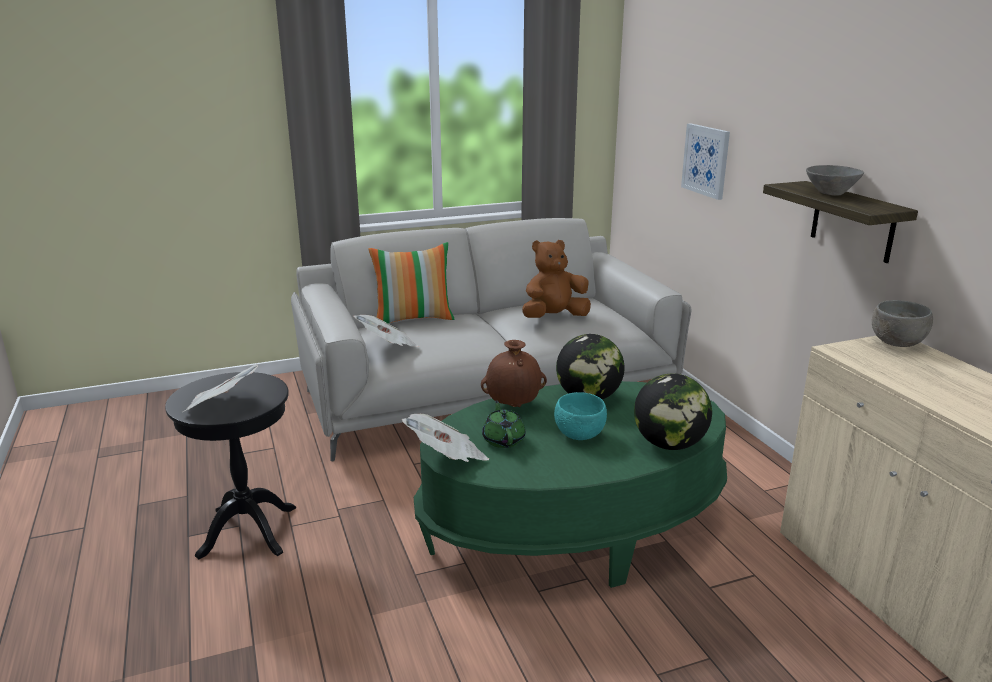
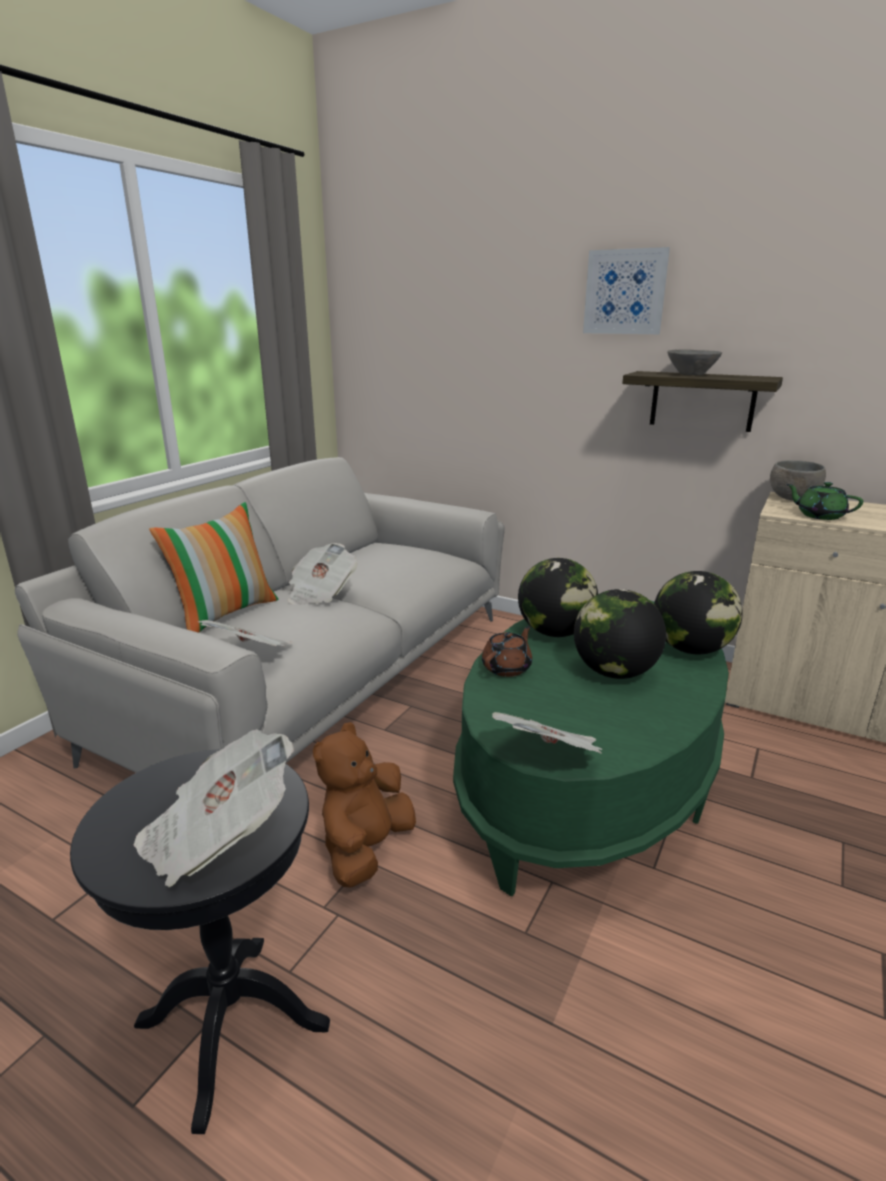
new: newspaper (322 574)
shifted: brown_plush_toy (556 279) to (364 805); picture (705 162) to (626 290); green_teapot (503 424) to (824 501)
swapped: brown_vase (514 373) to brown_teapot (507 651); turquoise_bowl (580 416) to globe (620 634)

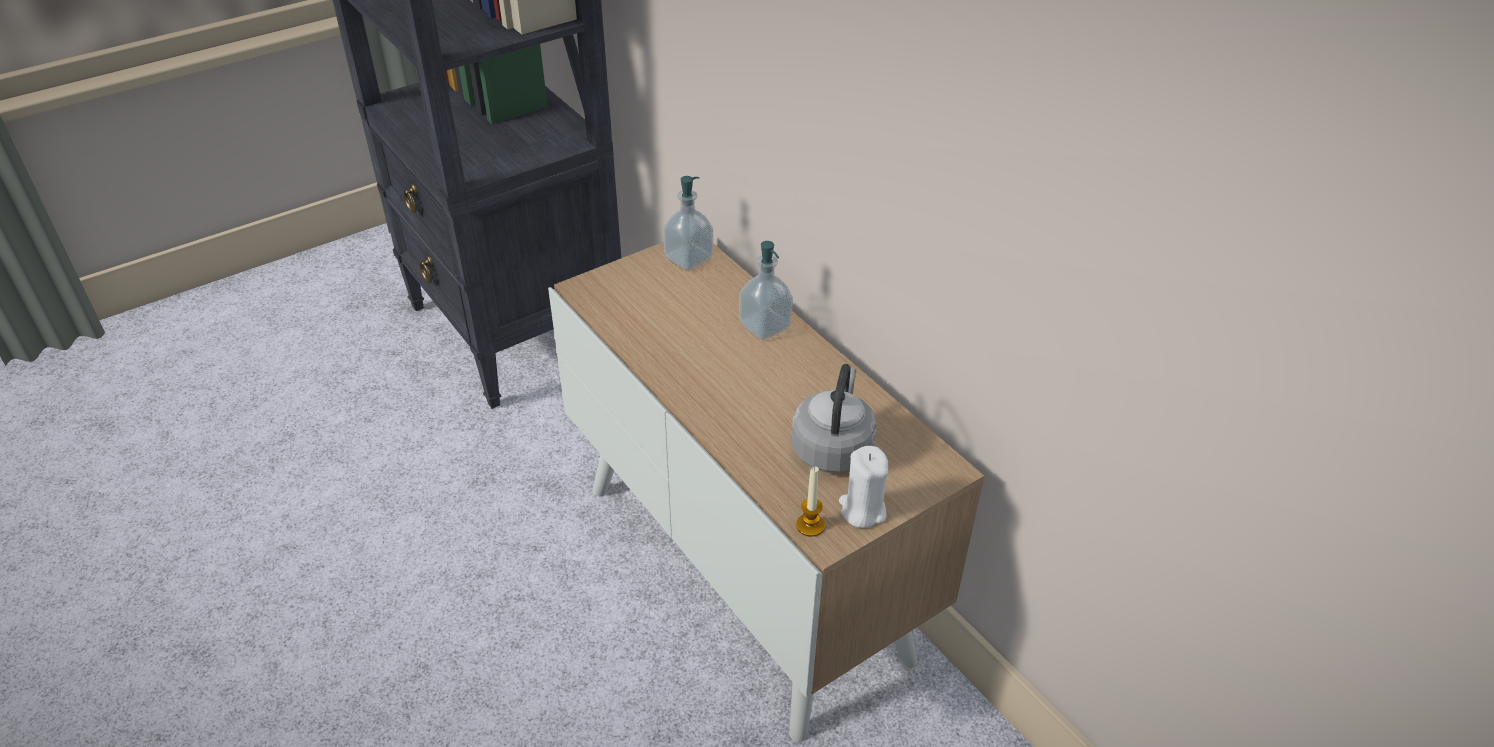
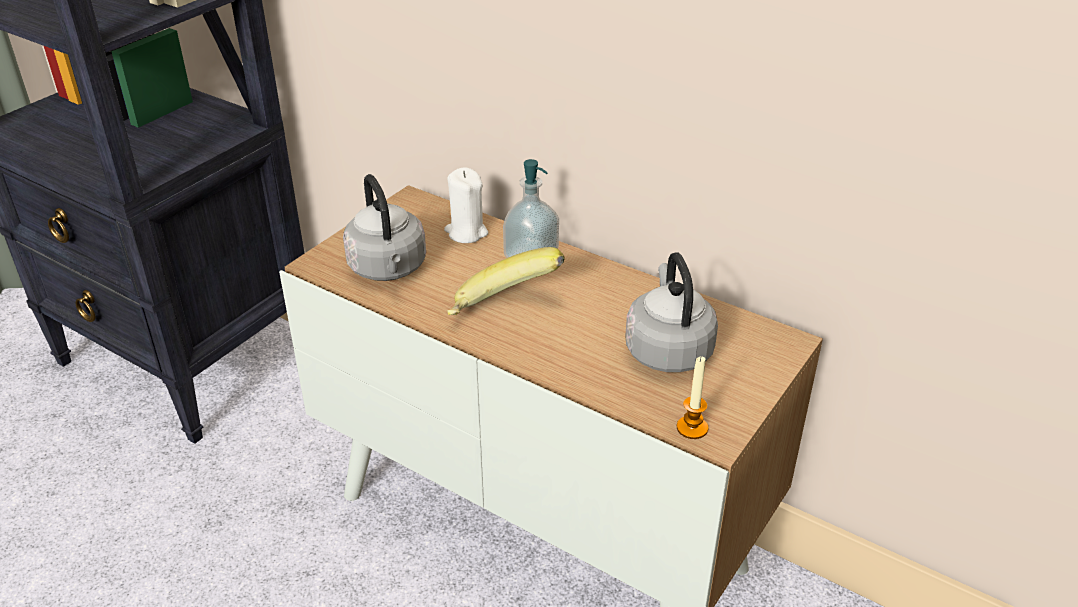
gone: soap_dispenser (688 223)
new: grey_kettle (384 227); banana (506 281)
shifted: white_candle (864 487) to (466 205)

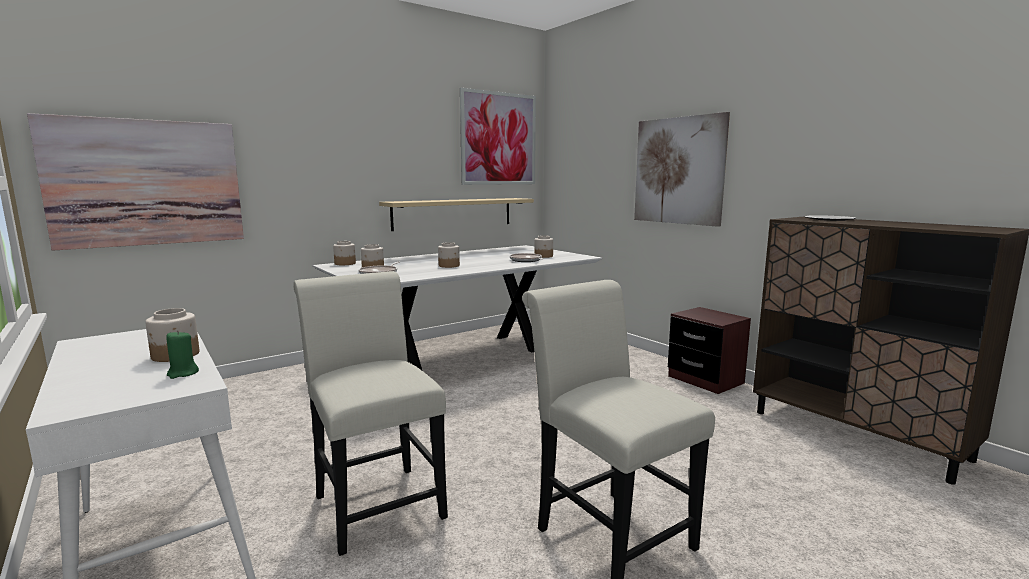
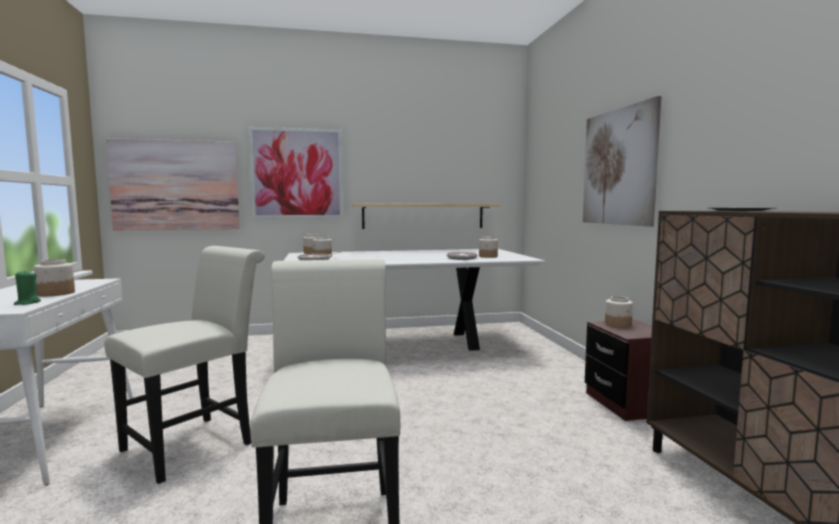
shifted: picture (498 136) to (295 173); jar (449 255) to (619 311)
rotated: white_chair (370 413) = (184 365) 45 degrees clockwise

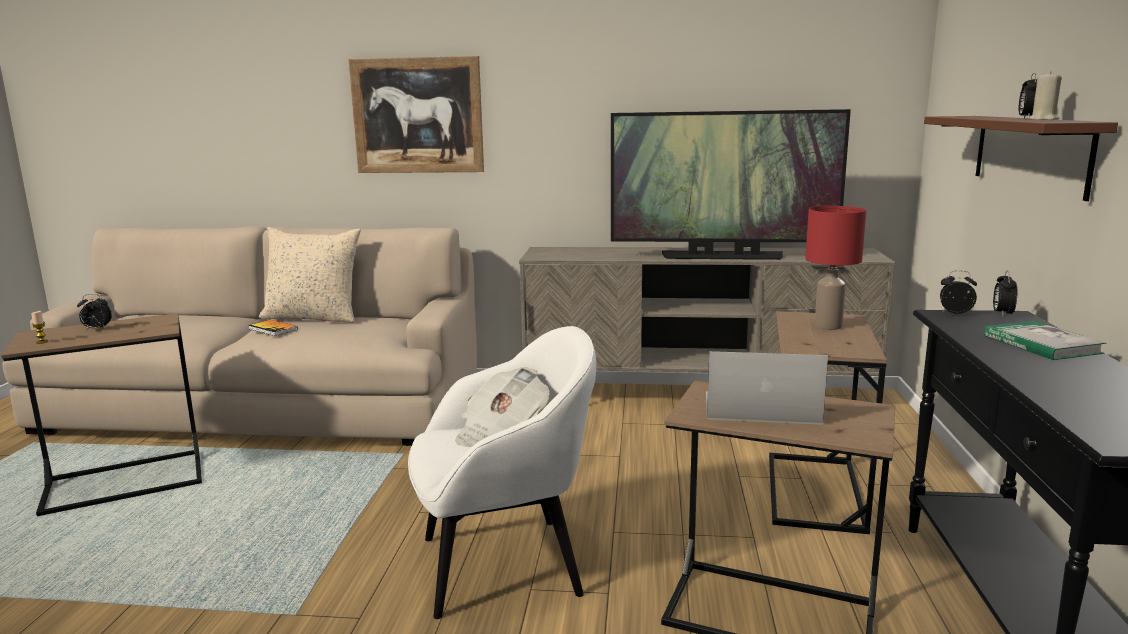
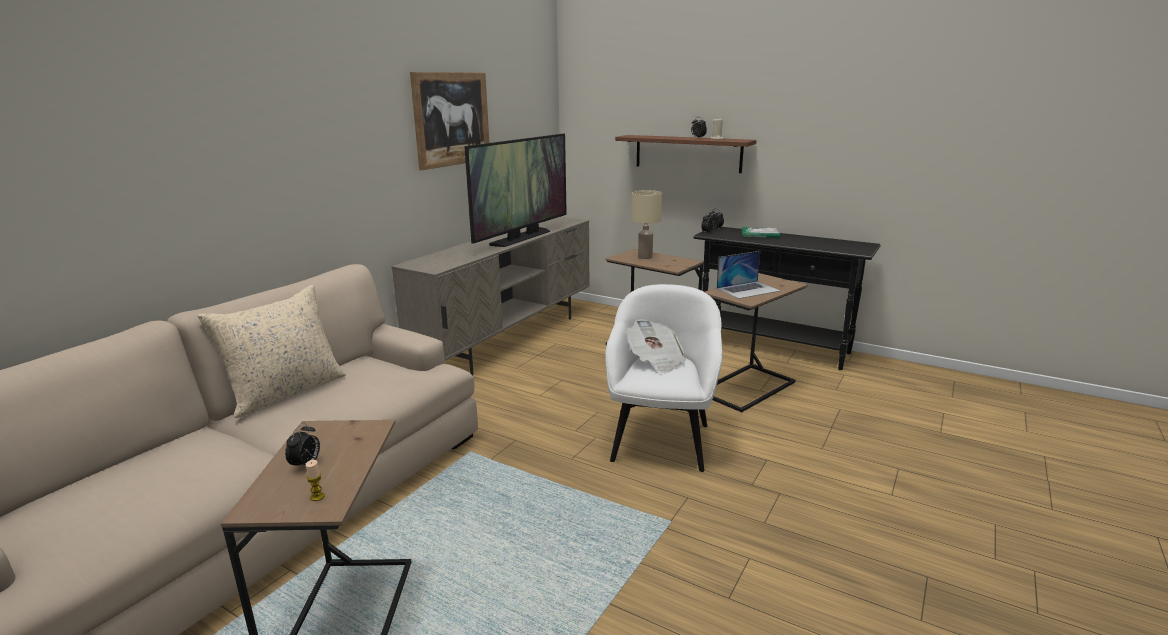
gone: book (273 328)
shifted: picture (416 114) to (449 121)
repainted: red_table_lamp (835 268) to beige_table_lamp (646 224)
rotated: laptop (767 388) = (748 275) 150 degrees counterclockwise

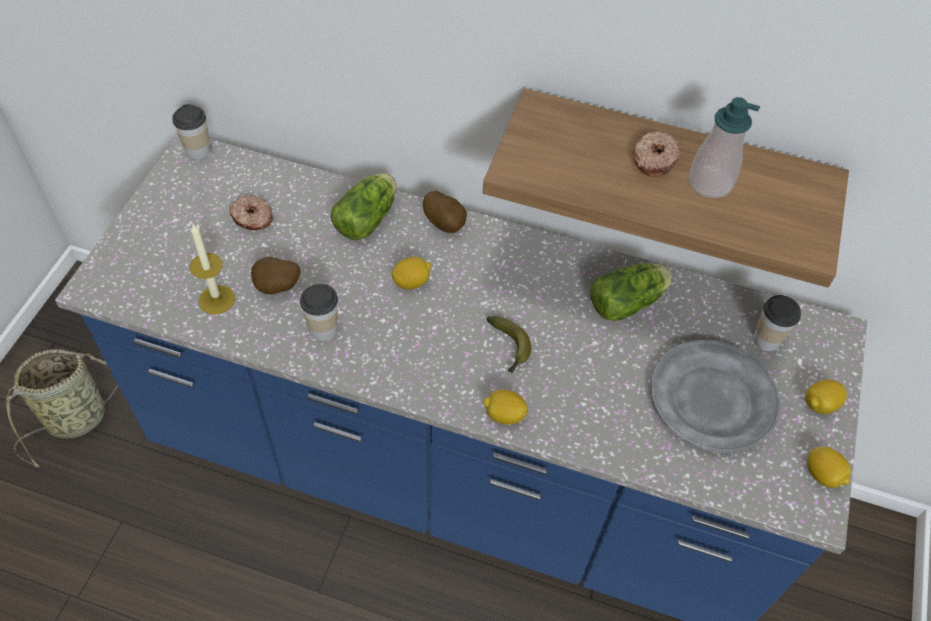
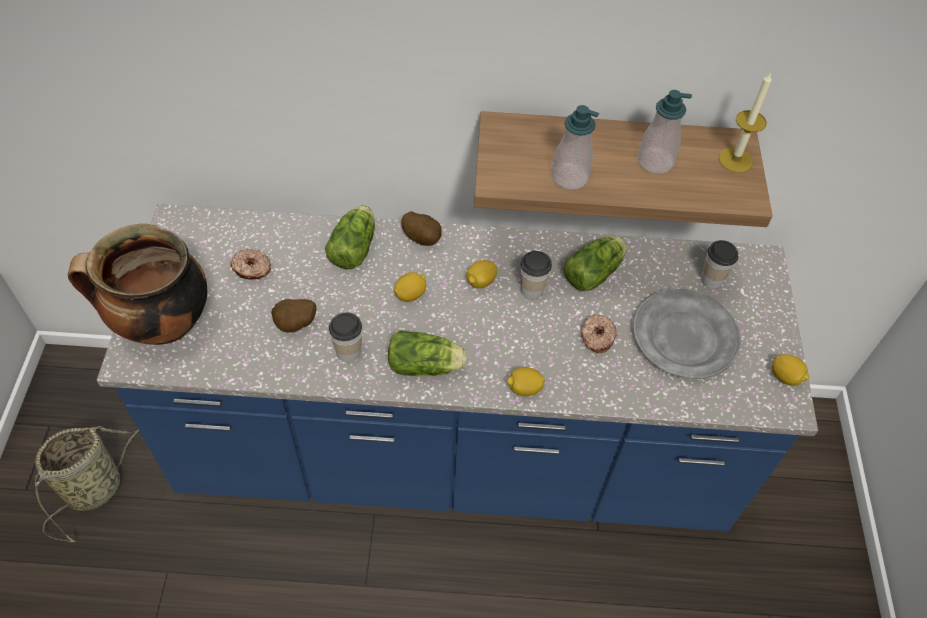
gone: banana (509 345)
new: cooking_pot (137 284); lettuce (427 353); soap_dispenser (575 147)
shifted: lemon (826 397) to (481 274); cup (191 132) to (536 275); donut (657 153) to (599 333); candle (212 269) to (745 122)

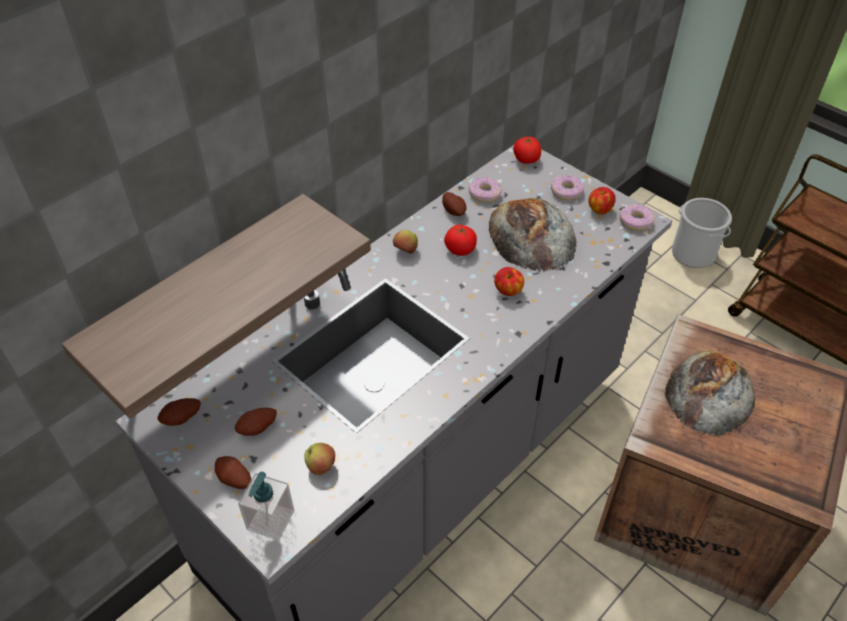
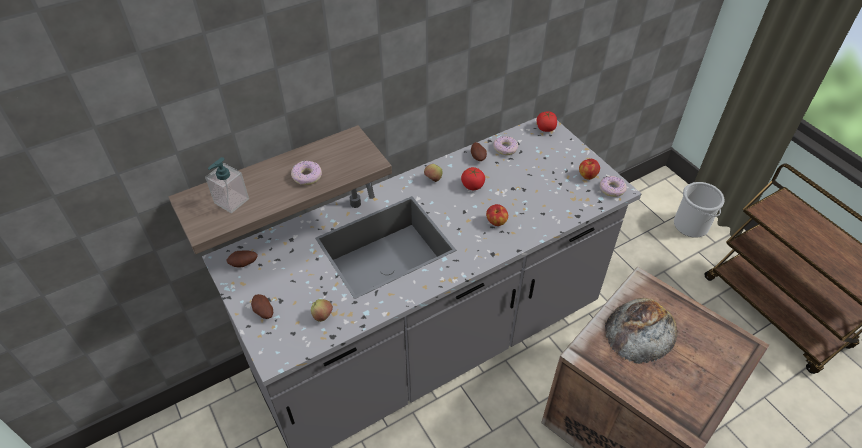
gone: potato (256 422); bread (533 234)
shifted: soap_dispenser (266 506) to (227 185); donut (567 187) to (306 173)

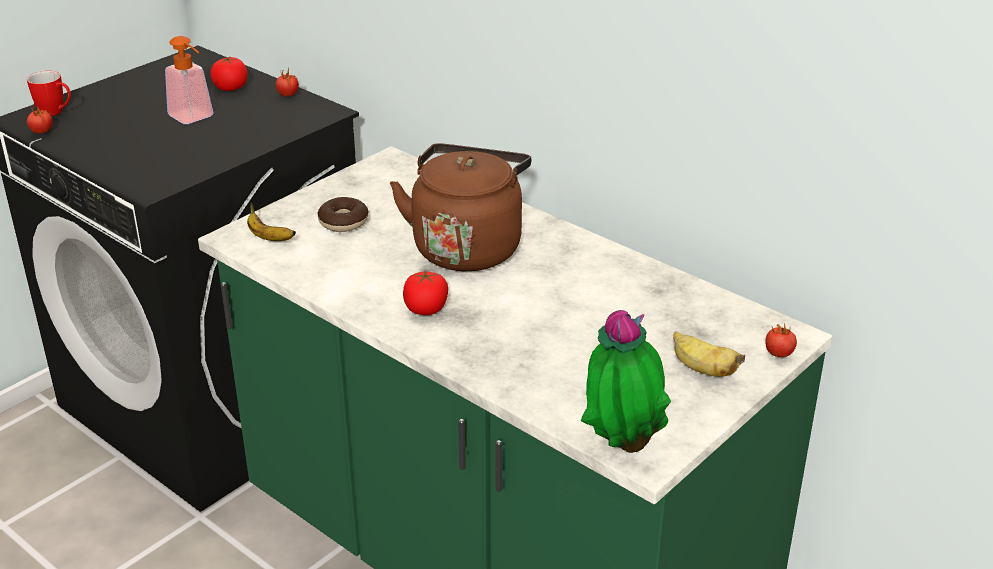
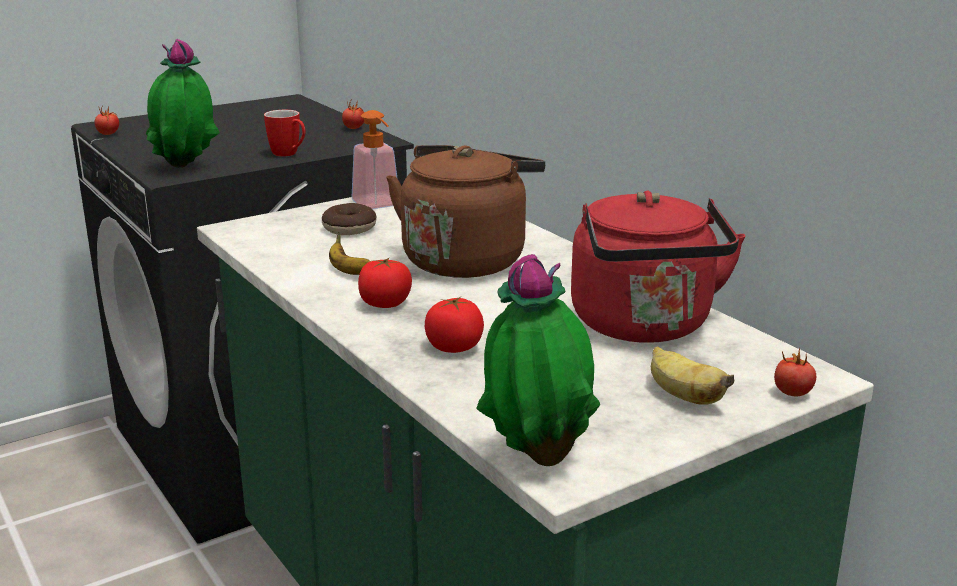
new: potted_plant (183 103); red_kettle (658 266)
shifted: mug (49 93) to (284 133); banana (271 222) to (350 253); soap_dispenser (189 80) to (375 159); tomato (229 73) to (454 325)

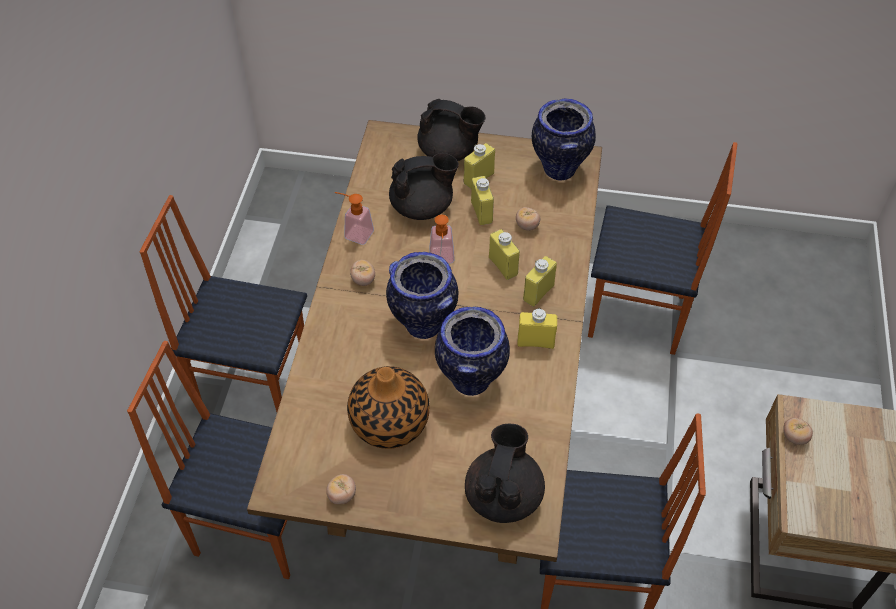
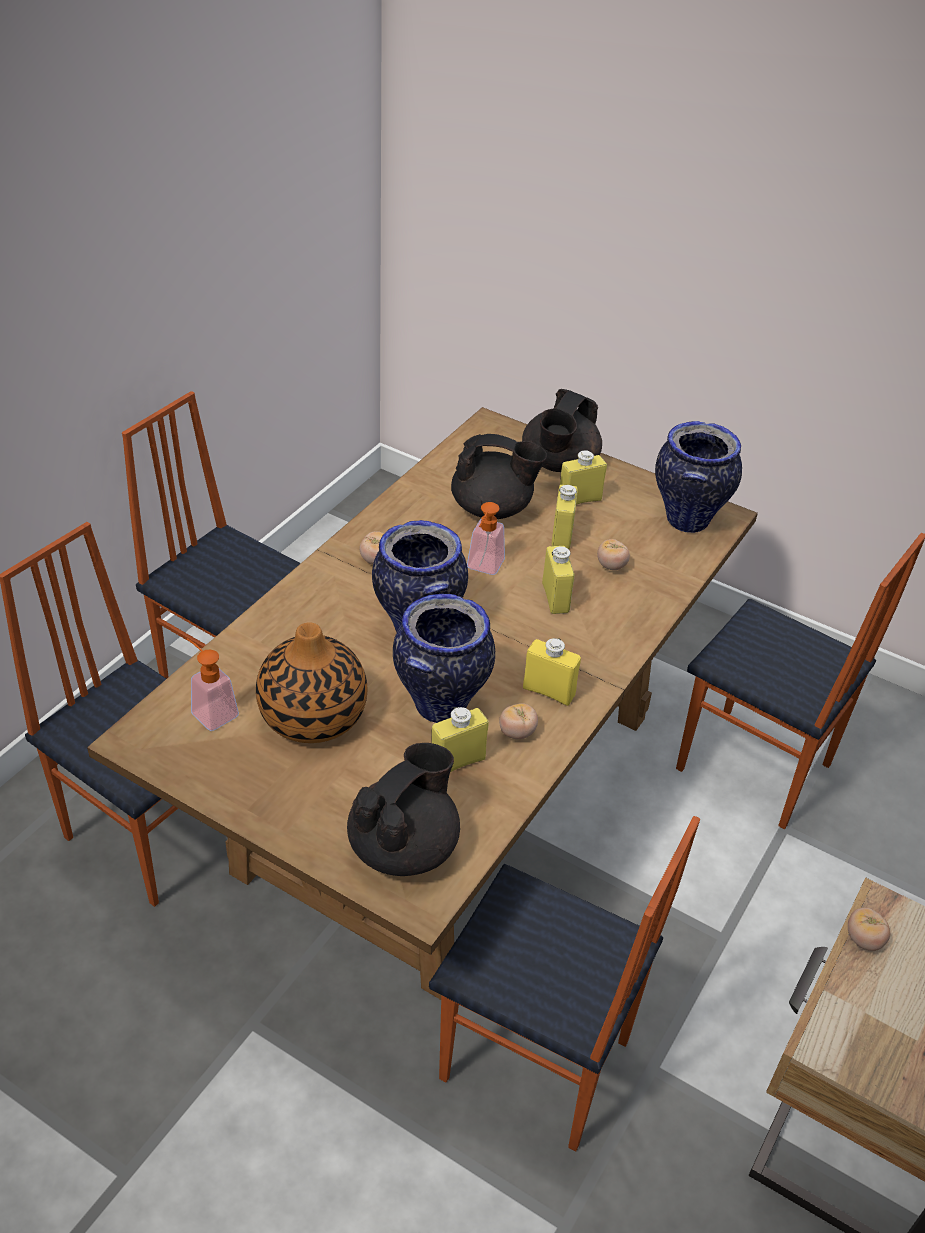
shifted: soap_dispenser (354 218) to (213 684); yellow_bottle (540 281) to (460 739); tomato (341 489) to (518 721)
rotated: black_teapot (451 130) = (562 430) 75 degrees clockwise

